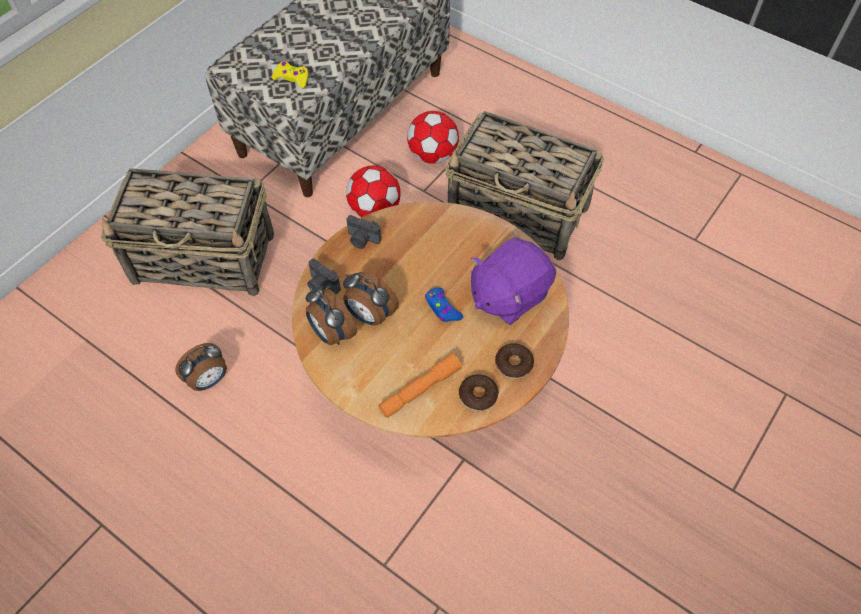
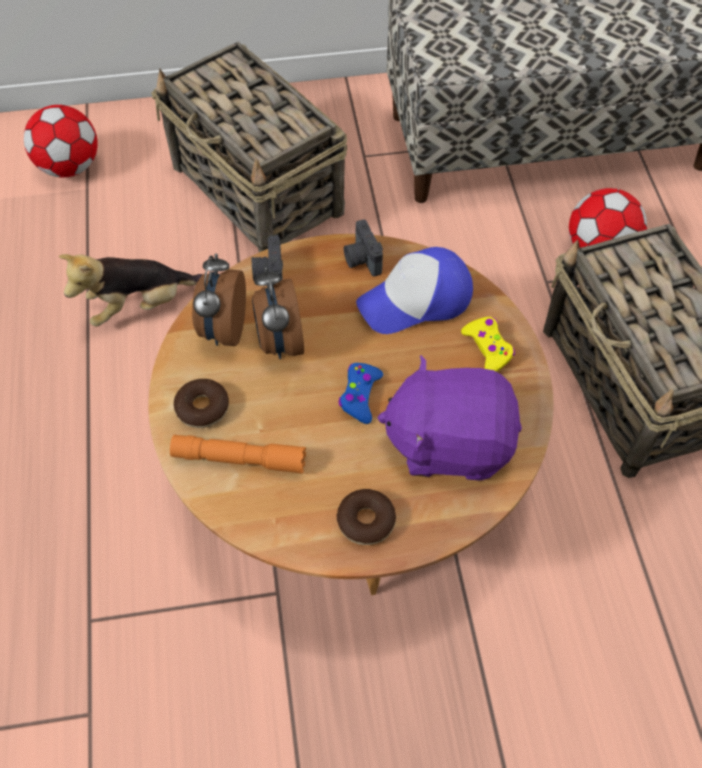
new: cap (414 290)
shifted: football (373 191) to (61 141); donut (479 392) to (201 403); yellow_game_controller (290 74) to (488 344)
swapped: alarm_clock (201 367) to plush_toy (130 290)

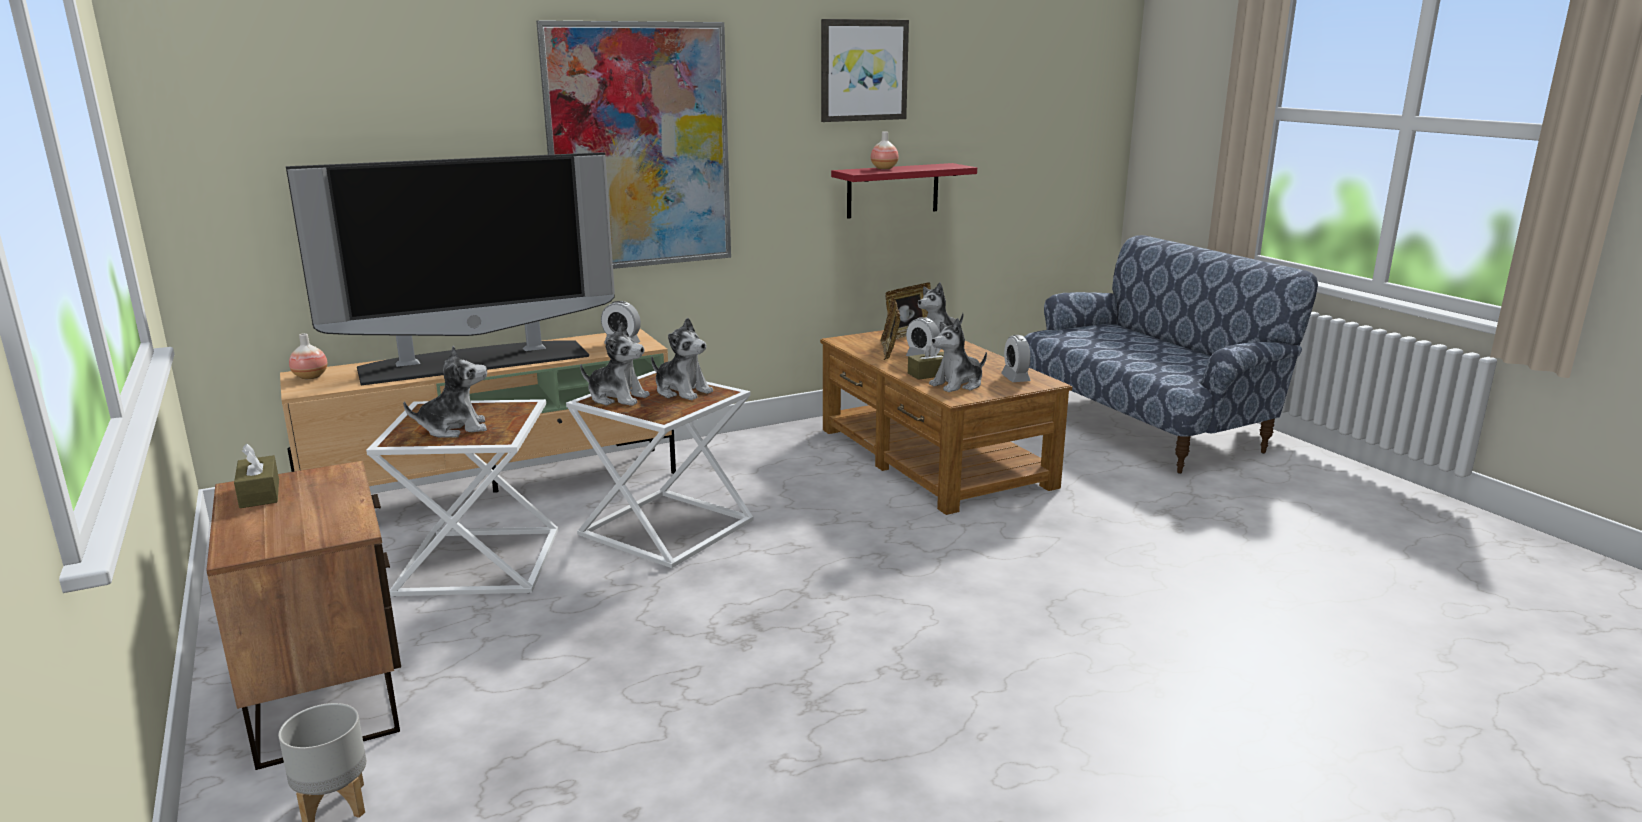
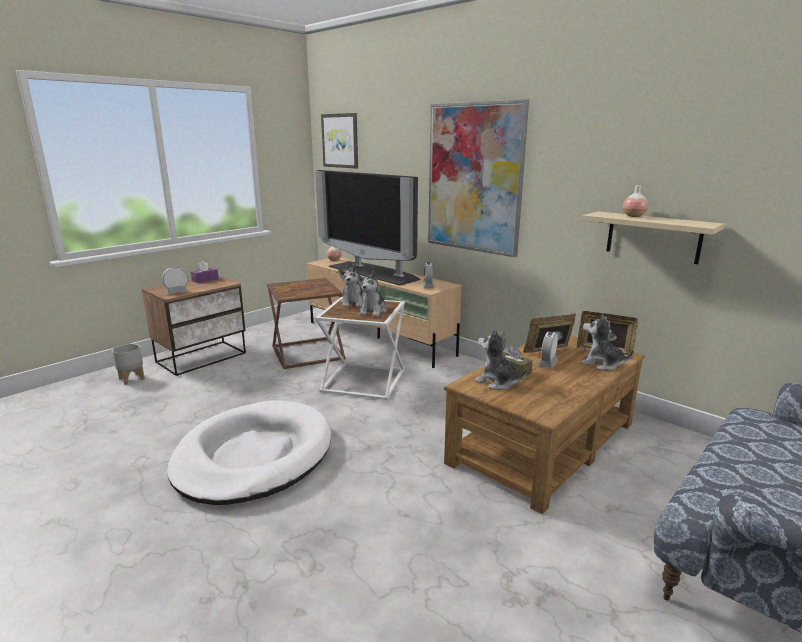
gone: plush_toy (445 391)
new: white_dog_bed (249 453)
shifted: alarm_clock (1016 358) to (175 280); picture (865 70) to (339 141)
repainted: brown_tissue_box (256 475) to purple_tissue_box (205 272); white_side_table (462 498) to brown_side_table (306 323); red_shelf (904 191) to beige_shelf (653 237)

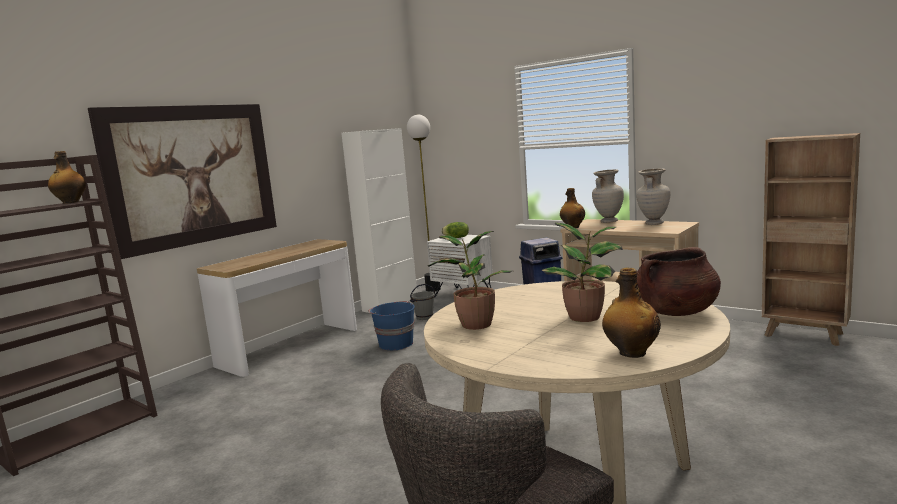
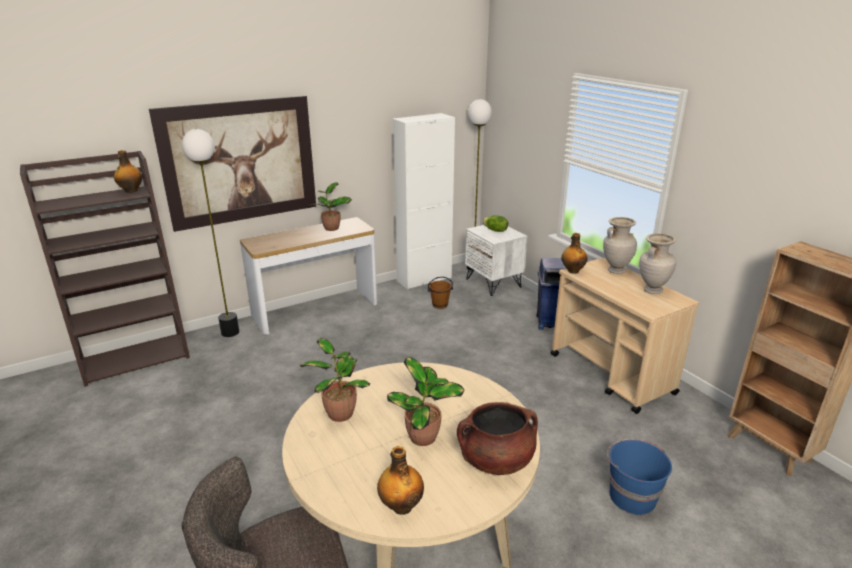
new: floor_lamp (210 233); potted_plant (330 206)
shifted: blue_bucket (391 325) to (639 477)
repainted: grey_bucket (423 302) to brown_bucket (440 293)

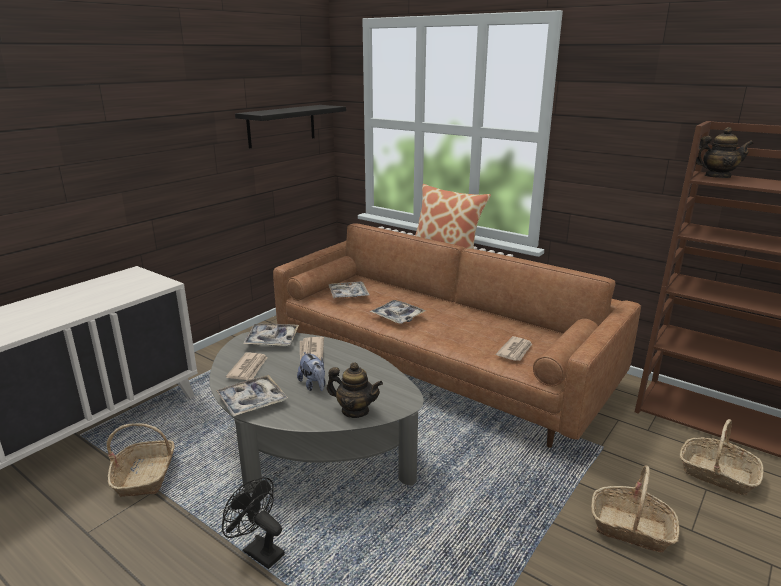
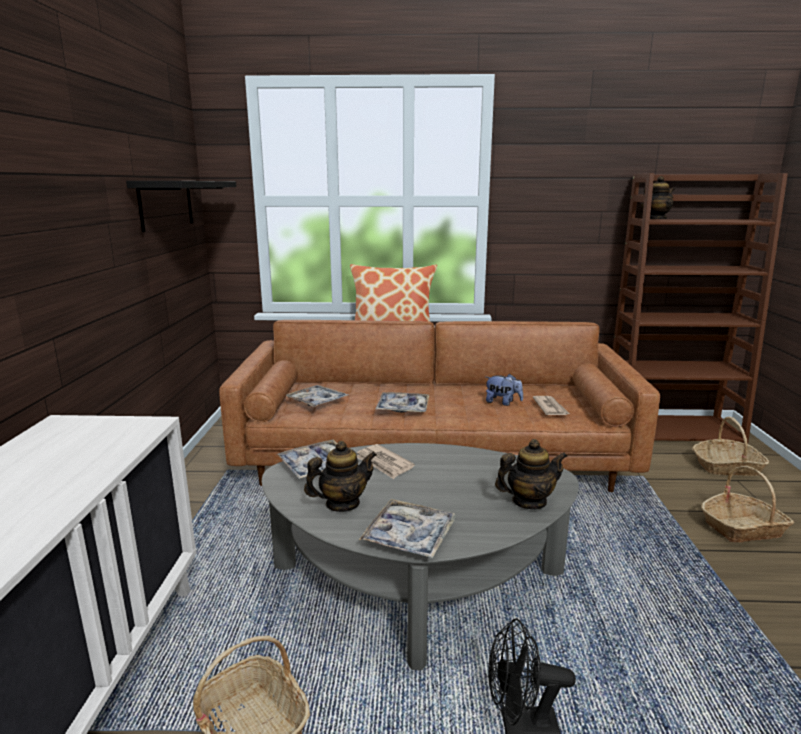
shifted: plush_toy (311 371) to (504 390)
swapped: newspaper (247 366) to teapot (340 476)

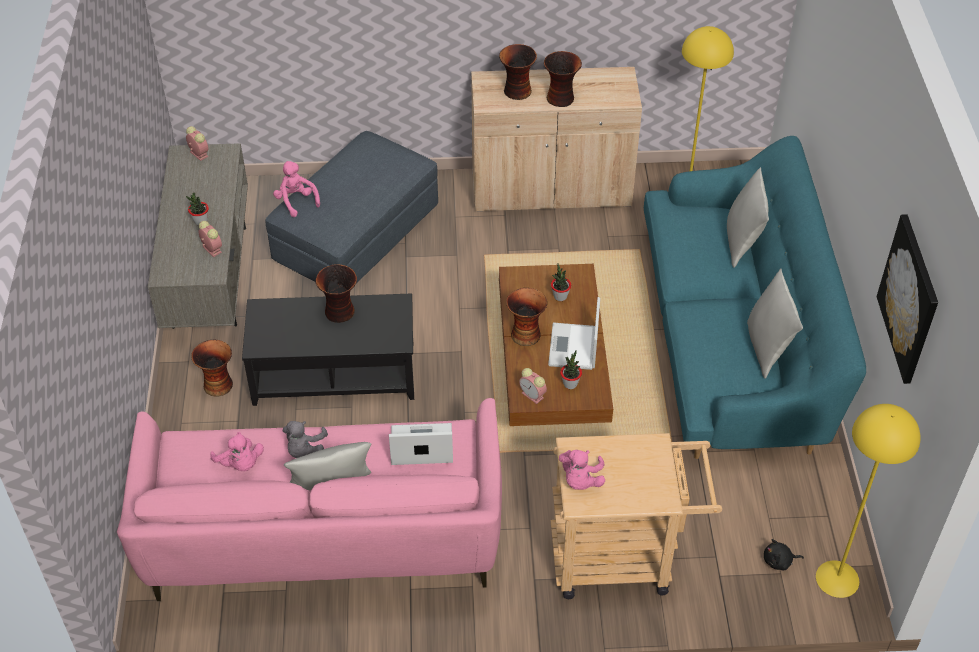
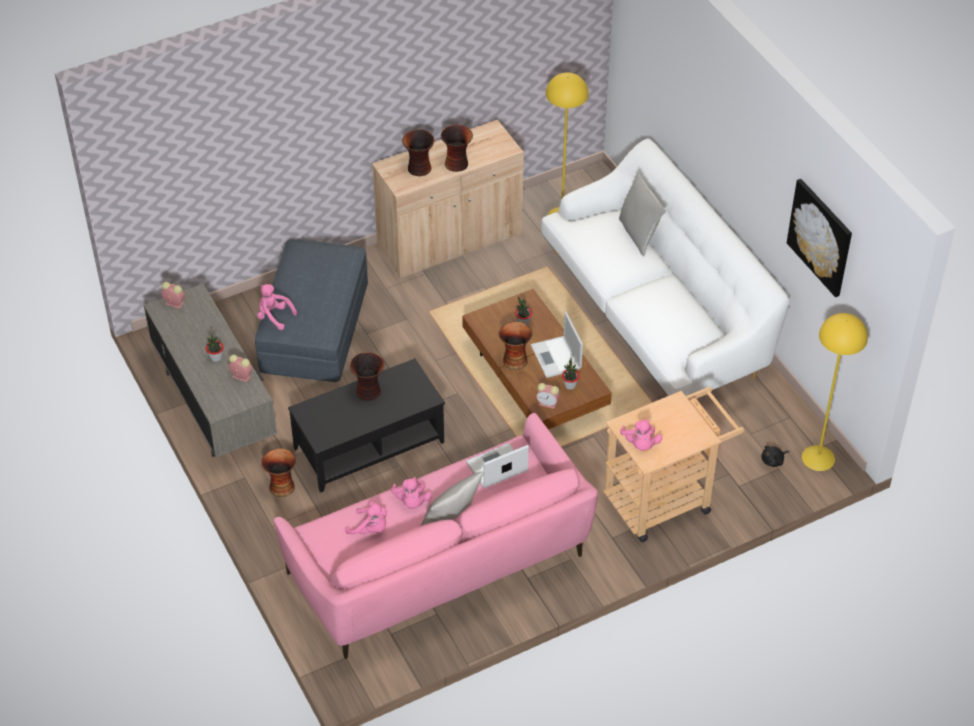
gone: grey_pillow (775 324)
repainted: grey_plush_toy (305 439) to pink_plush_toy (411 493); turquoise_sofa (755 297) to white_sofa (665 267)

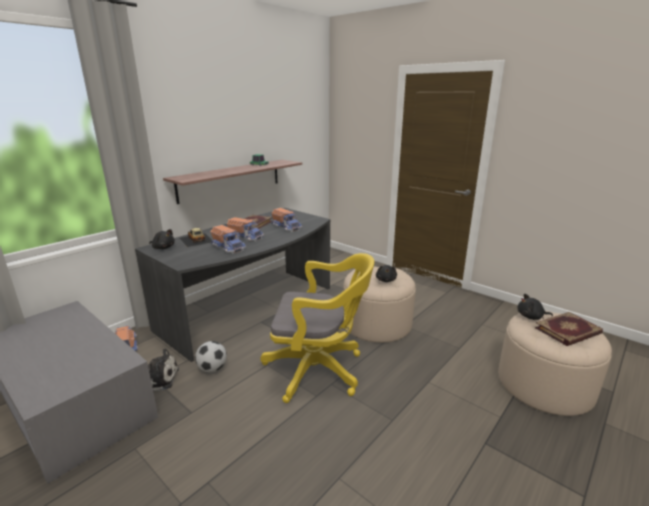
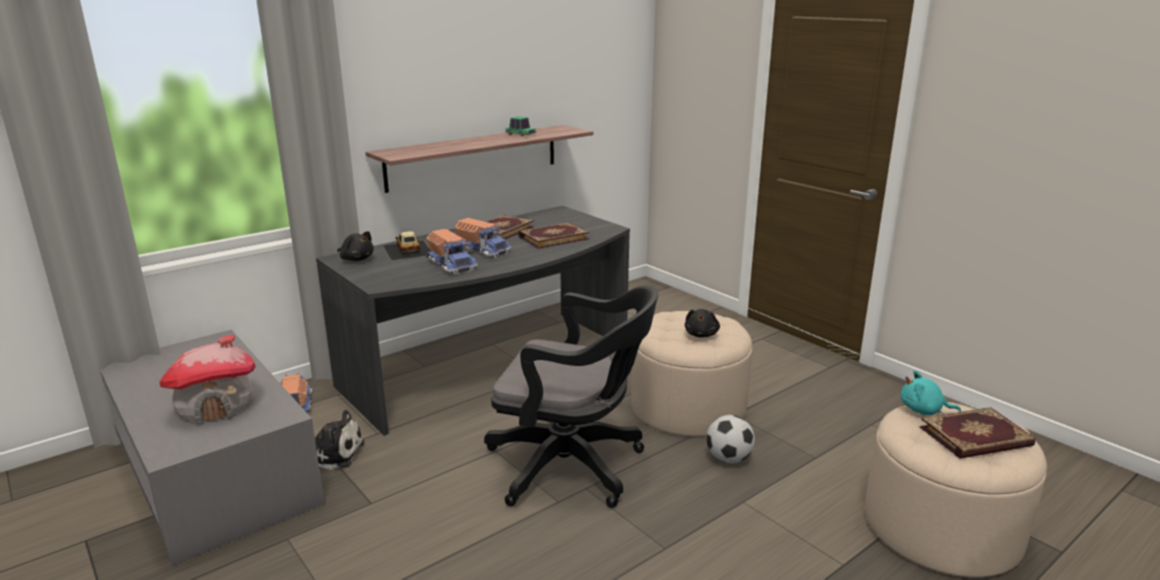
new: toy_house (207 379)
shifted: football (211 357) to (730 439)
swapped: toy_truck (286 220) to book (553 235)
repainted: yellow_office_chair (317 328) to black_office_chair (571 396); black_plush_toy (535 307) to turquoise_plush_toy (930 392)

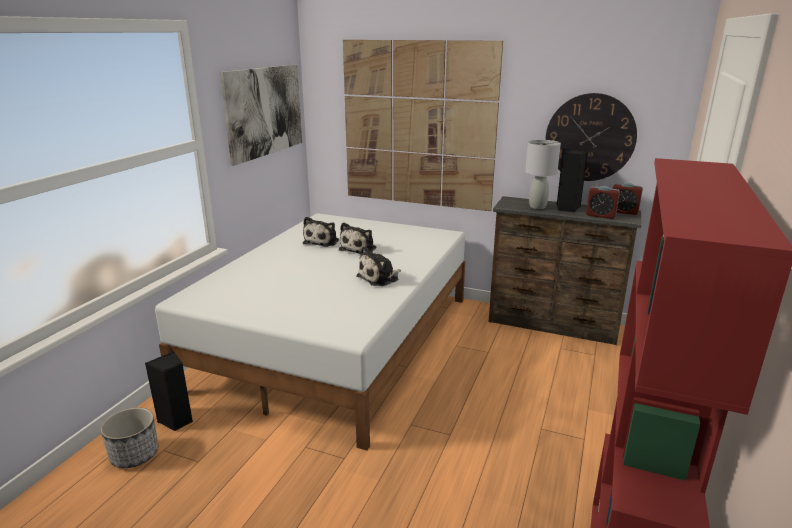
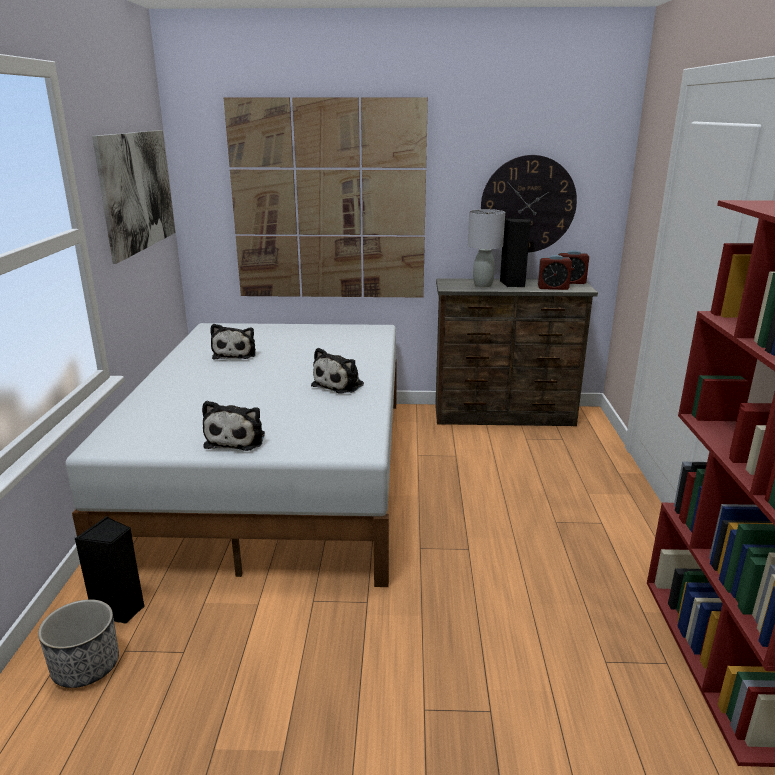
shifted: plush_toy (357 238) to (233 426)

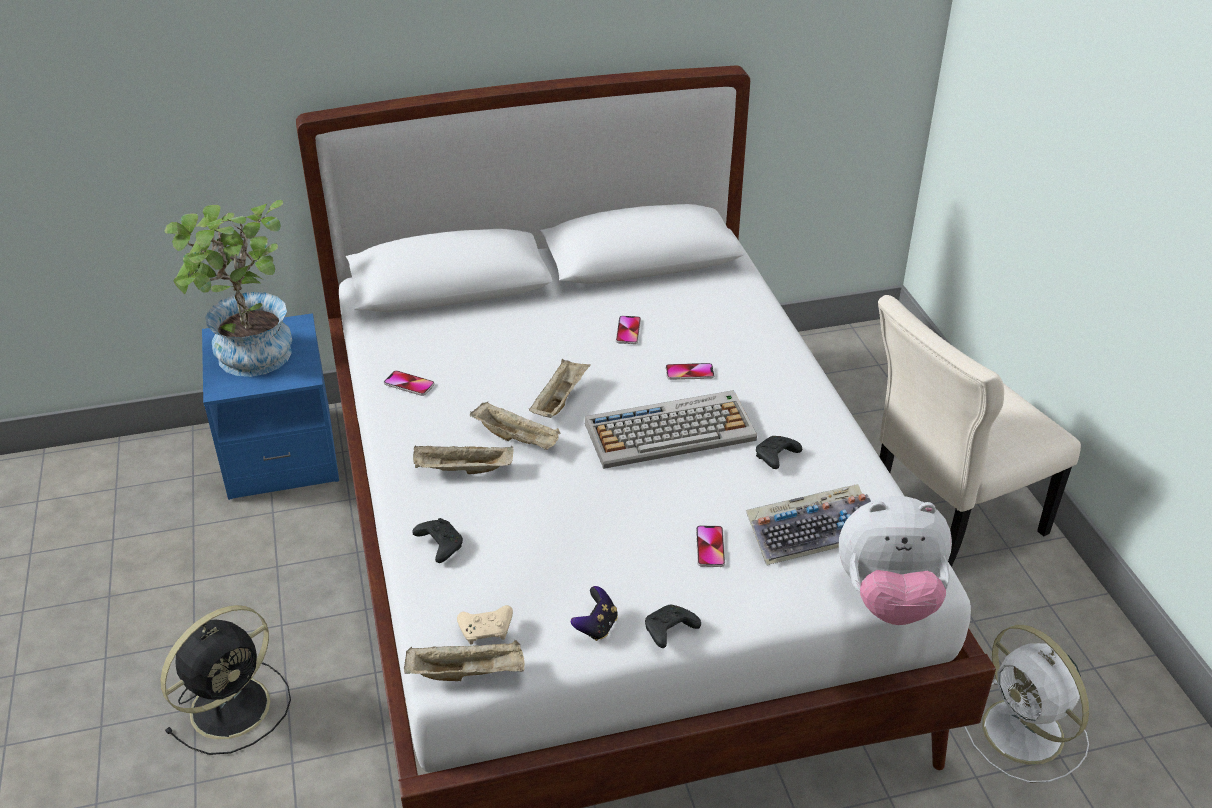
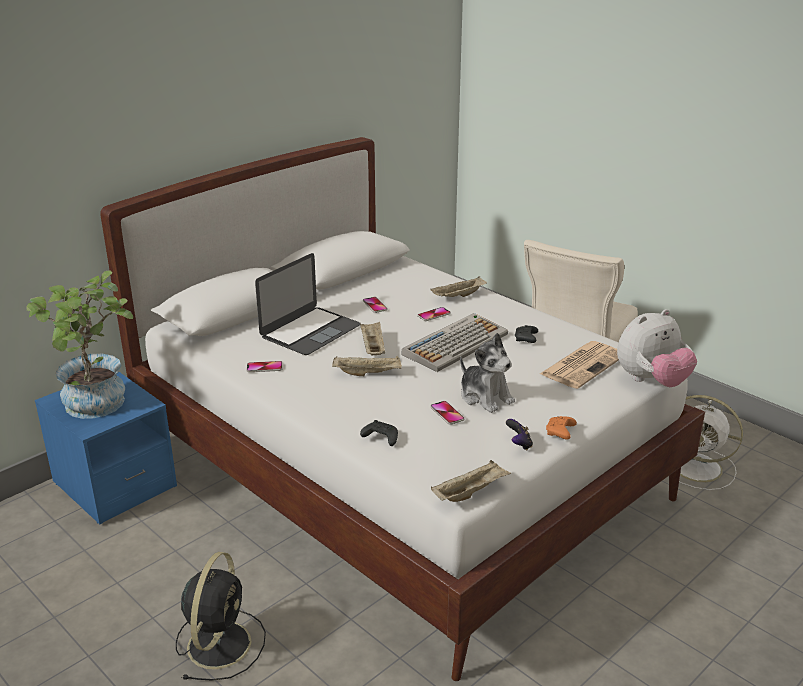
gone: beige_game_controller (485 624)
new: laptop (307 304); plush_toy (487 373)
shifted: beige_tray (463 459) to (458 286); phone (710 546) to (447 413)
swapped: keyboard (808 524) to newspaper (579 365)
repainted: black_game_controller (673 626) to orange_game_controller (561 428)

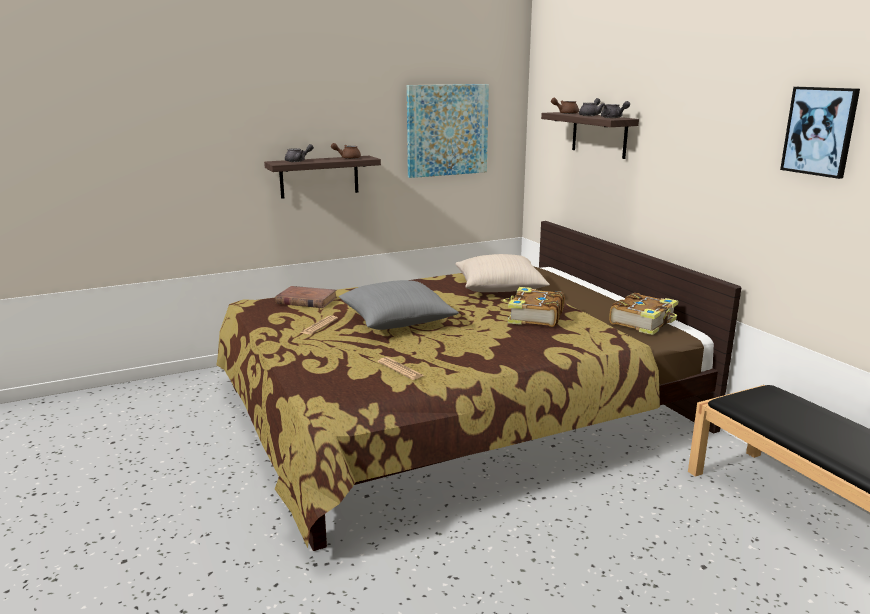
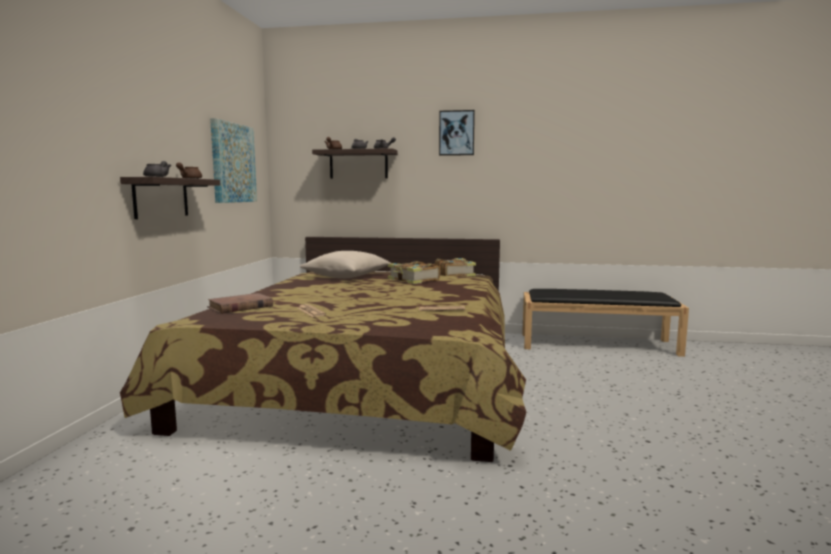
gone: grey_pillow (399 305)
shifted: picture (820 133) to (457 133)

